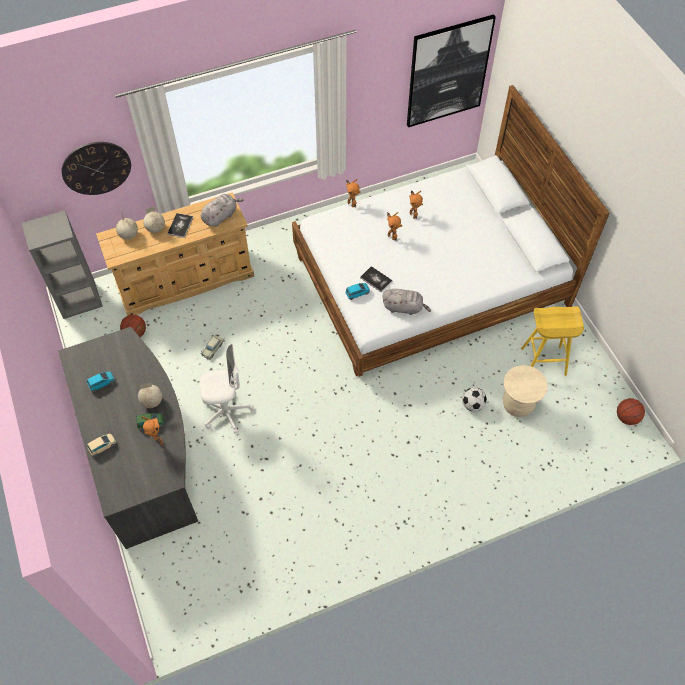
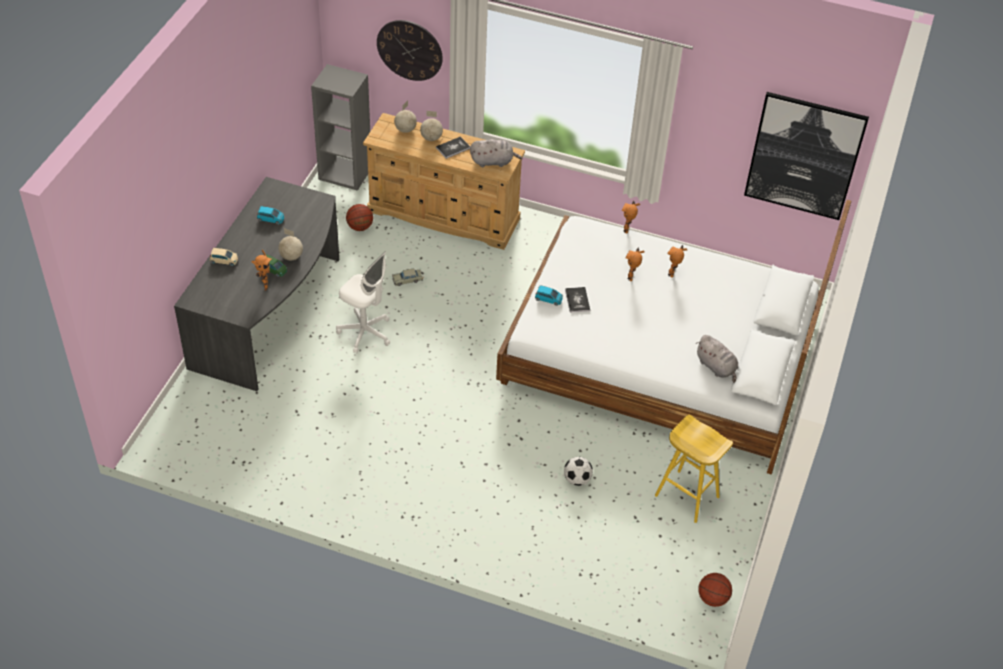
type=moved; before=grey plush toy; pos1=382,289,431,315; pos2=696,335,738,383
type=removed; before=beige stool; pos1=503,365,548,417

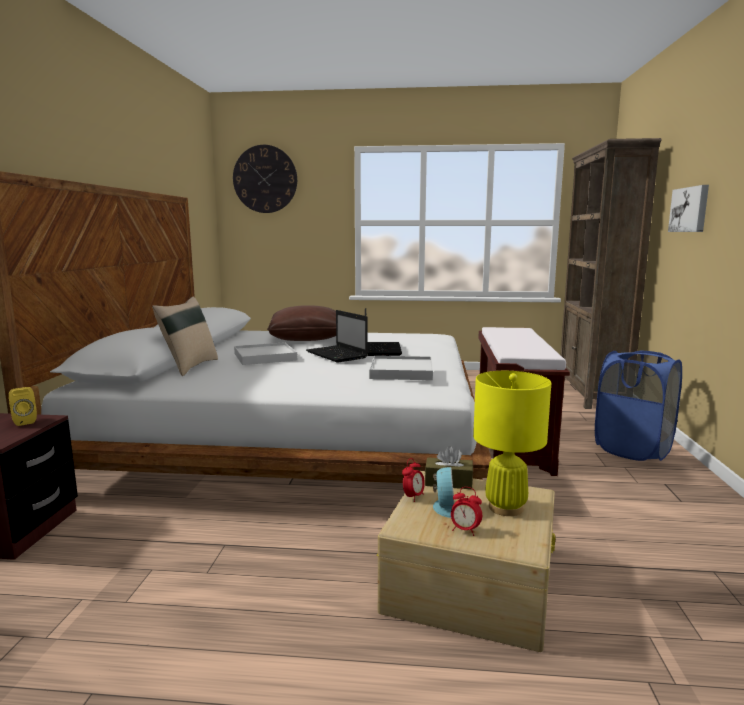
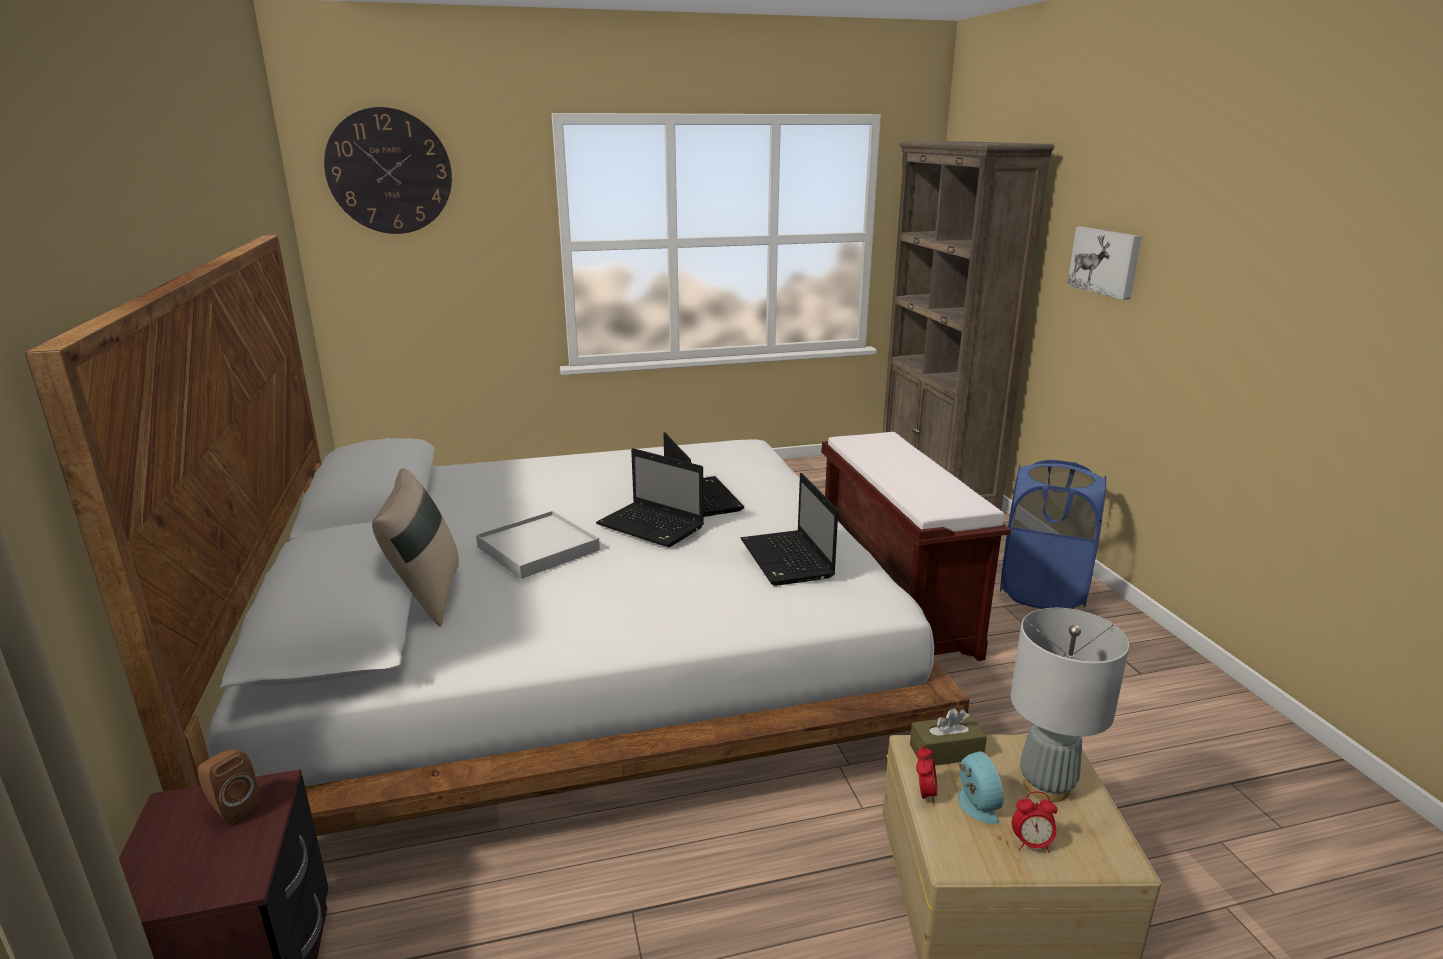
type=recoloured; before=yellow speaker; after=brown speaker; pos1=9,387,37,426; pos2=198,750,260,824
type=replaced; before=white tray; after=laptop; pos1=369,356,433,380; pos2=740,473,838,586
type=recoloured; before=yellow table lamp; after=grey table lamp; pos1=473,371,551,516; pos2=1010,608,1130,802
type=removed; before=brown pillow; pos1=267,305,336,341

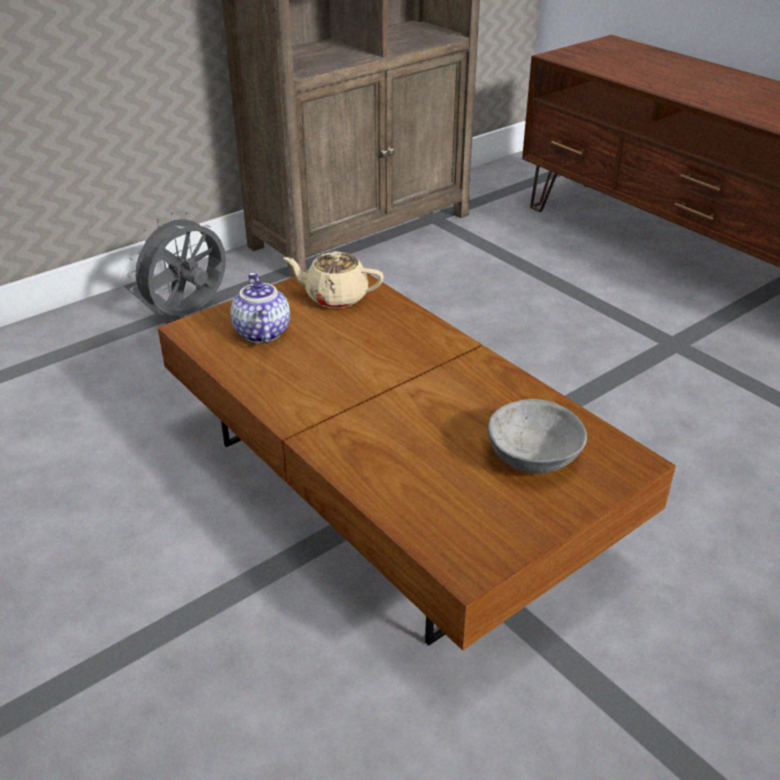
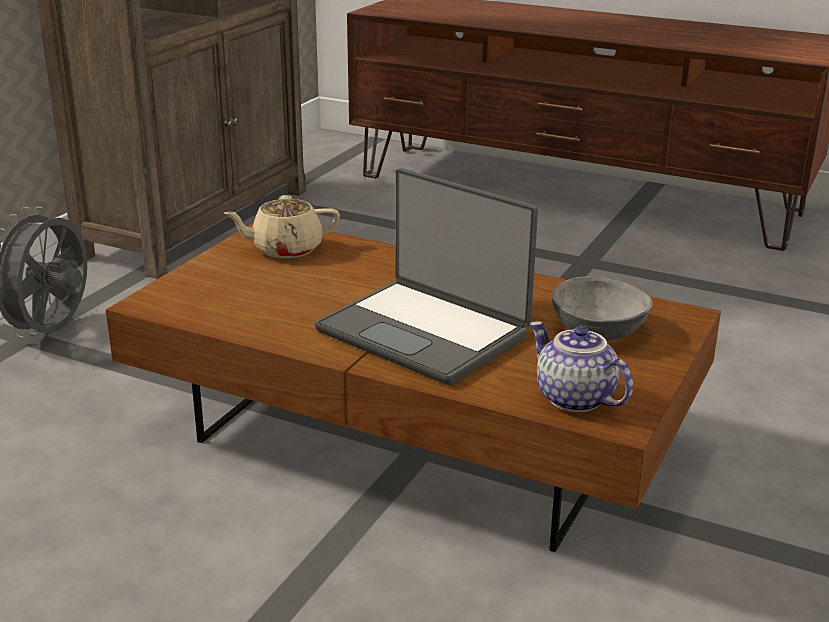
type=added; after=laptop; pos2=314,168,538,385
type=moved; before=teapot; pos1=230,273,290,343; pos2=530,321,633,412

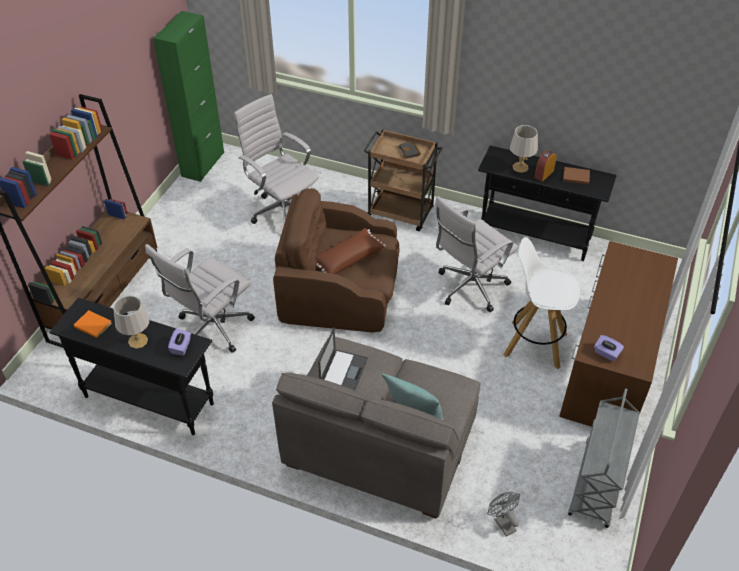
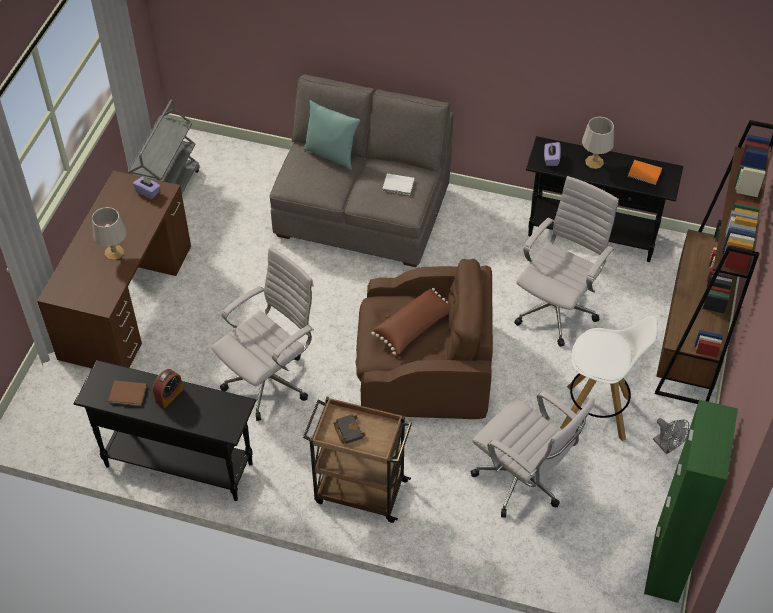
type=moved; before=grey table lamp; pos1=510,125,538,173; pos2=92,207,126,260
type=replaced; before=laptop; after=white book; pos1=318,327,368,390; pos2=382,174,414,195
type=moved; before=white stool; pos1=503,237,580,369; pos2=560,315,658,441
type=moved; before=grey fan; pos1=487,492,520,536; pos2=653,418,689,454

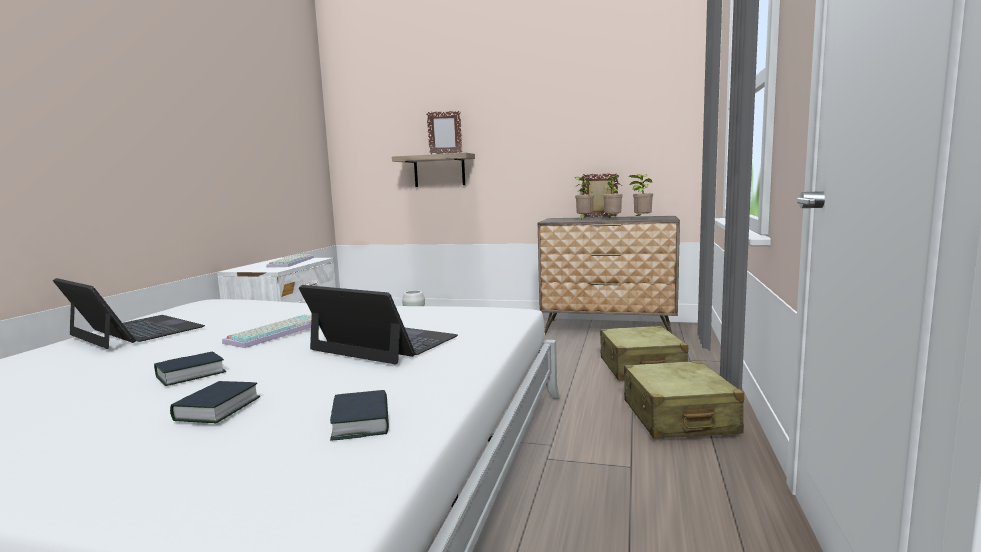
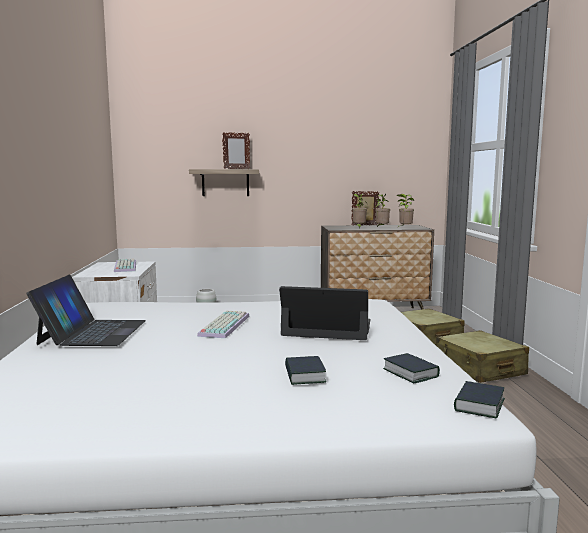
type=turned; before=laptop; pos1=52,278,205,349; pos2=26,274,146,346; turn=75
type=moved; before=book; pos1=154,351,227,386; pos2=454,381,505,418

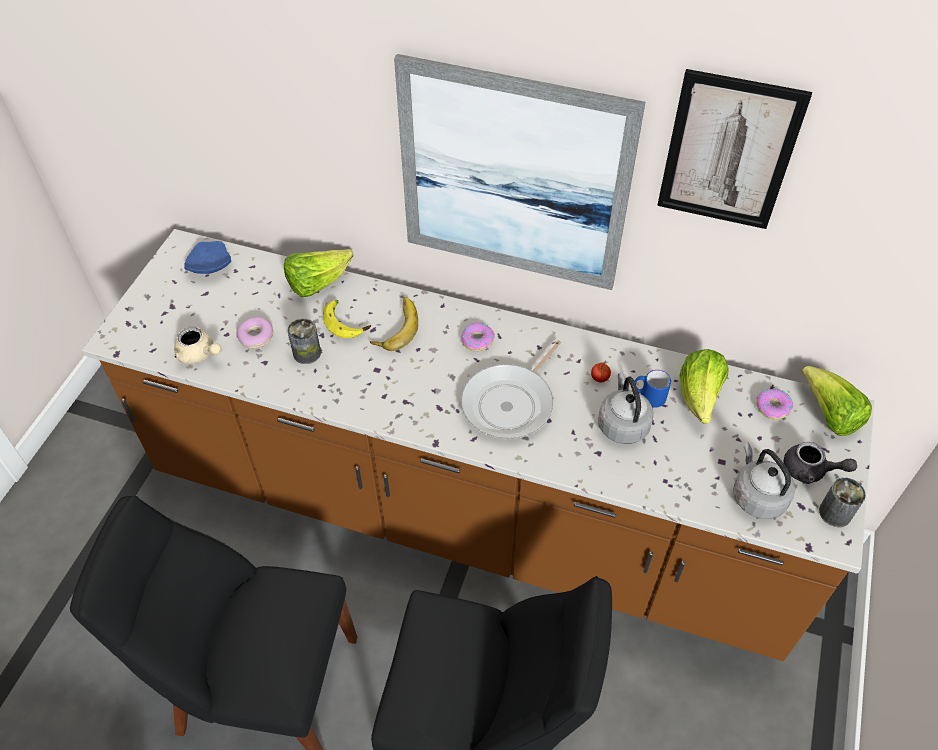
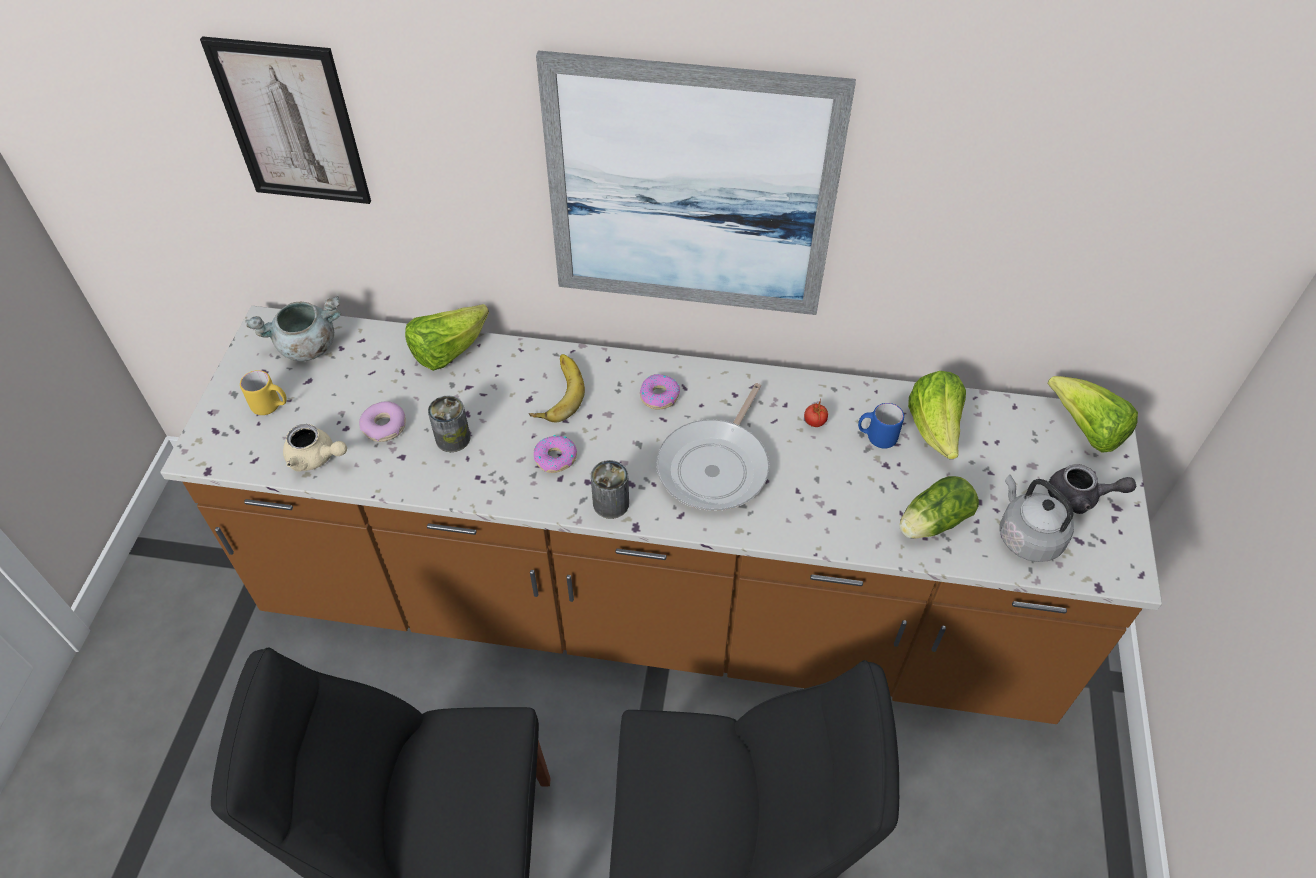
type=moved; before=picture; pos1=657,69,812,229; pos2=200,36,371,204
type=added; after=yellow mug; pos2=240,370,287,415
type=replaced; before=blue plate; after=grey cooking pot; pos1=184,241,231,274; pos2=246,296,341,361
type=moved; before=donut; pos1=756,388,793,420; pos2=534,435,577,473
type=moved; before=can; pos1=819,478,866,527; pos2=591,460,629,519
type=added; after=lettuce; pos2=899,476,979,539
type=removed; before=banana; pos1=323,300,371,338
type=removed; before=grey kettle; pos1=598,372,654,444

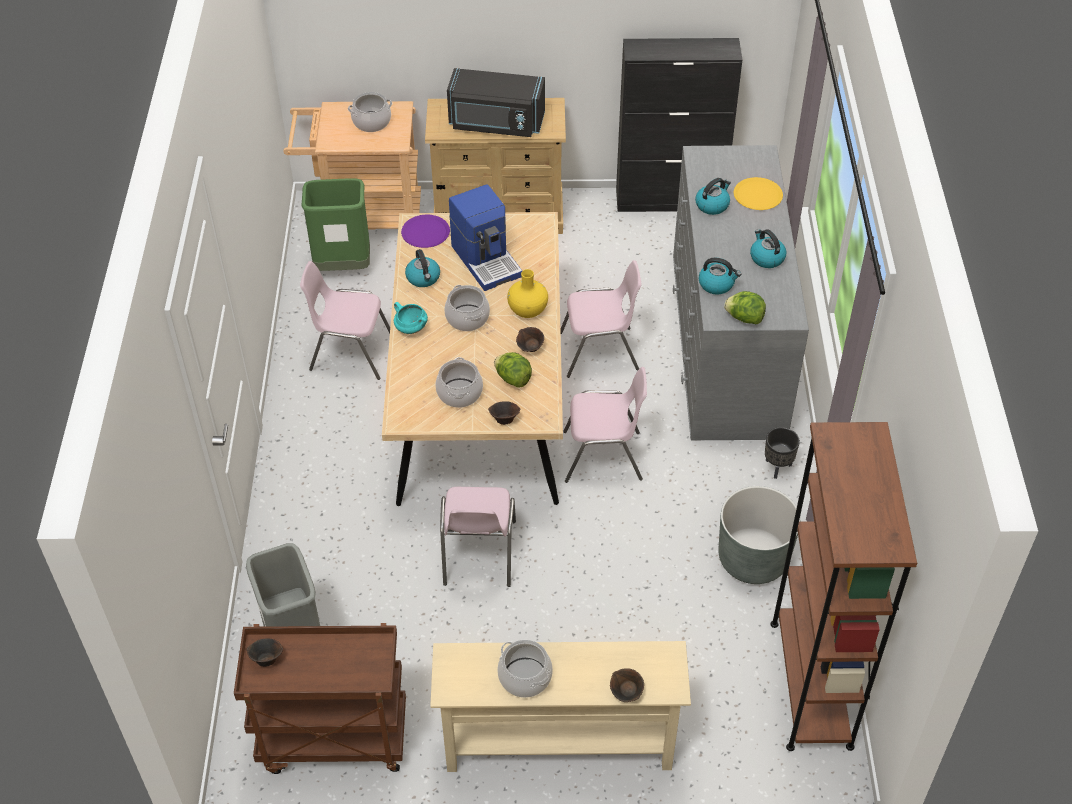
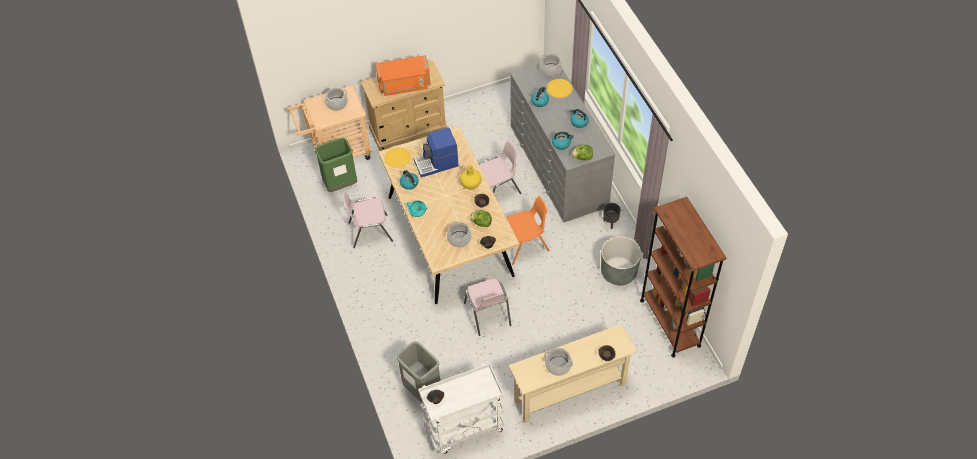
type=recoloured; before=black microwave; after=orange microwave; pos1=447,68,545,137; pos2=375,55,431,96
type=recoloured; before=purple plate; after=yellow plate; pos1=401,215,450,248; pos2=384,148,411,168
type=turned; before=coffee machine; pos1=449,184,522,291; pos2=414,128,458,177; turn=120
type=recoloured; before=brown cart; after=white cart; pos1=234,623,406,774; pos2=418,363,504,454
type=recoloured; before=pink chair; after=orange chair; pos1=563,367,647,483; pos2=507,196,550,265
type=moved; before=cooking pot; pos1=444,285,490,331; pos2=540,54,562,77
type=removed; before=black cabinet; pos1=616,38,742,212

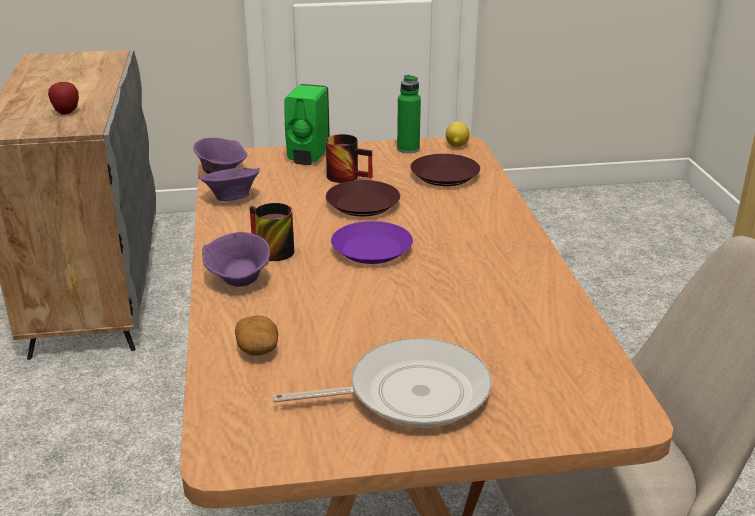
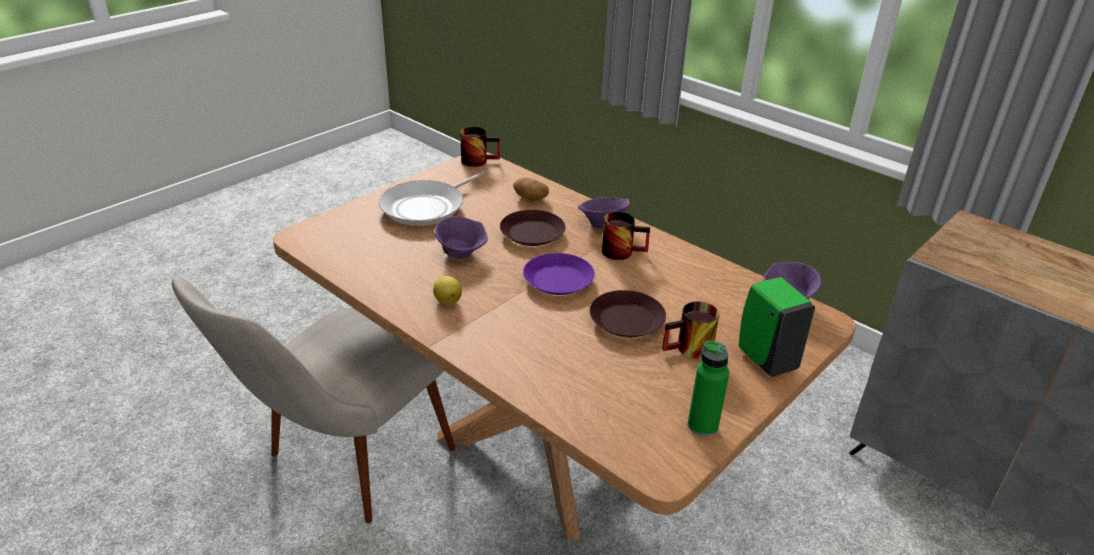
type=moved; before=lemon; pos1=446,122,470,147; pos2=433,276,462,305
type=moved; before=purple bowl; pos1=199,168,260,201; pos2=435,217,488,259
type=added; after=mug; pos2=460,127,500,167
type=moved; before=brown plate; pos1=410,154,480,186; pos2=500,210,565,246
type=removed; before=apple; pos1=48,82,79,115

